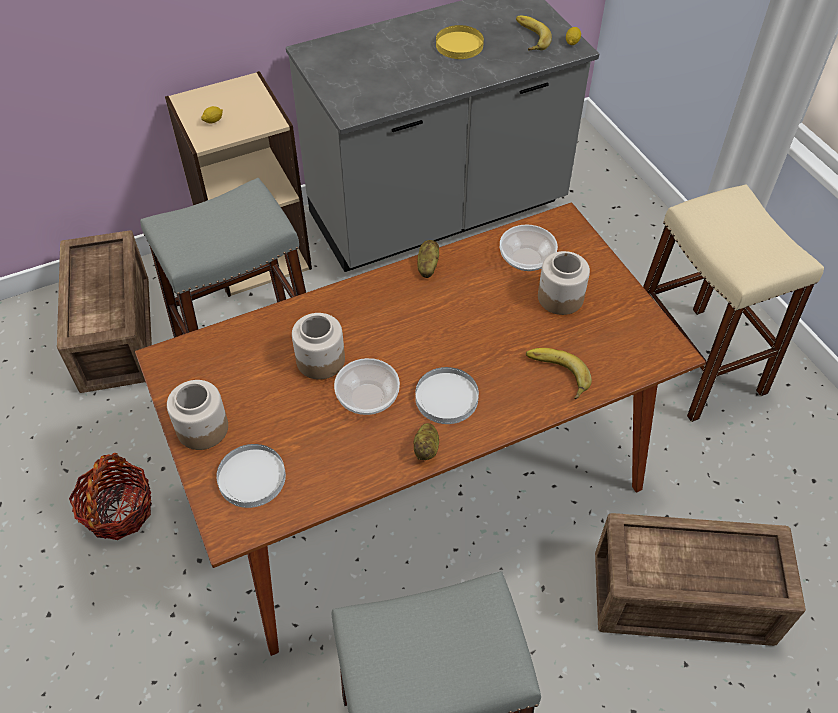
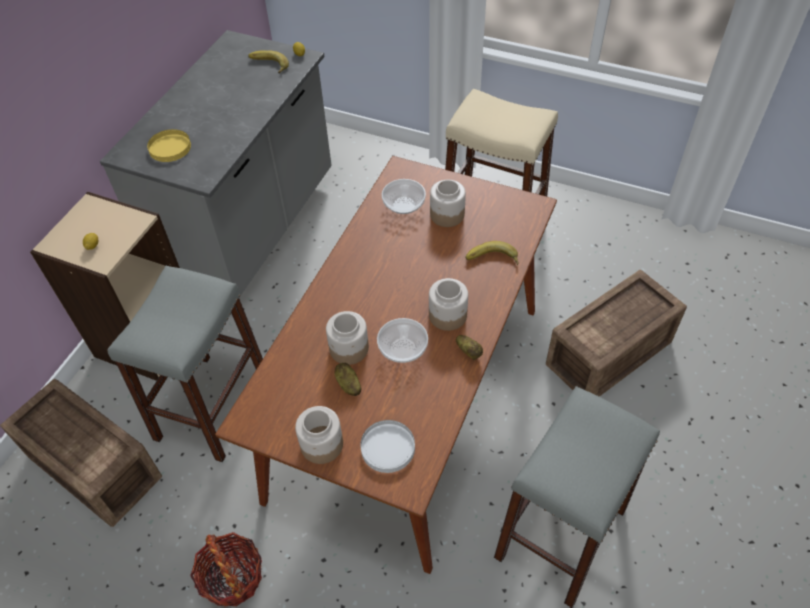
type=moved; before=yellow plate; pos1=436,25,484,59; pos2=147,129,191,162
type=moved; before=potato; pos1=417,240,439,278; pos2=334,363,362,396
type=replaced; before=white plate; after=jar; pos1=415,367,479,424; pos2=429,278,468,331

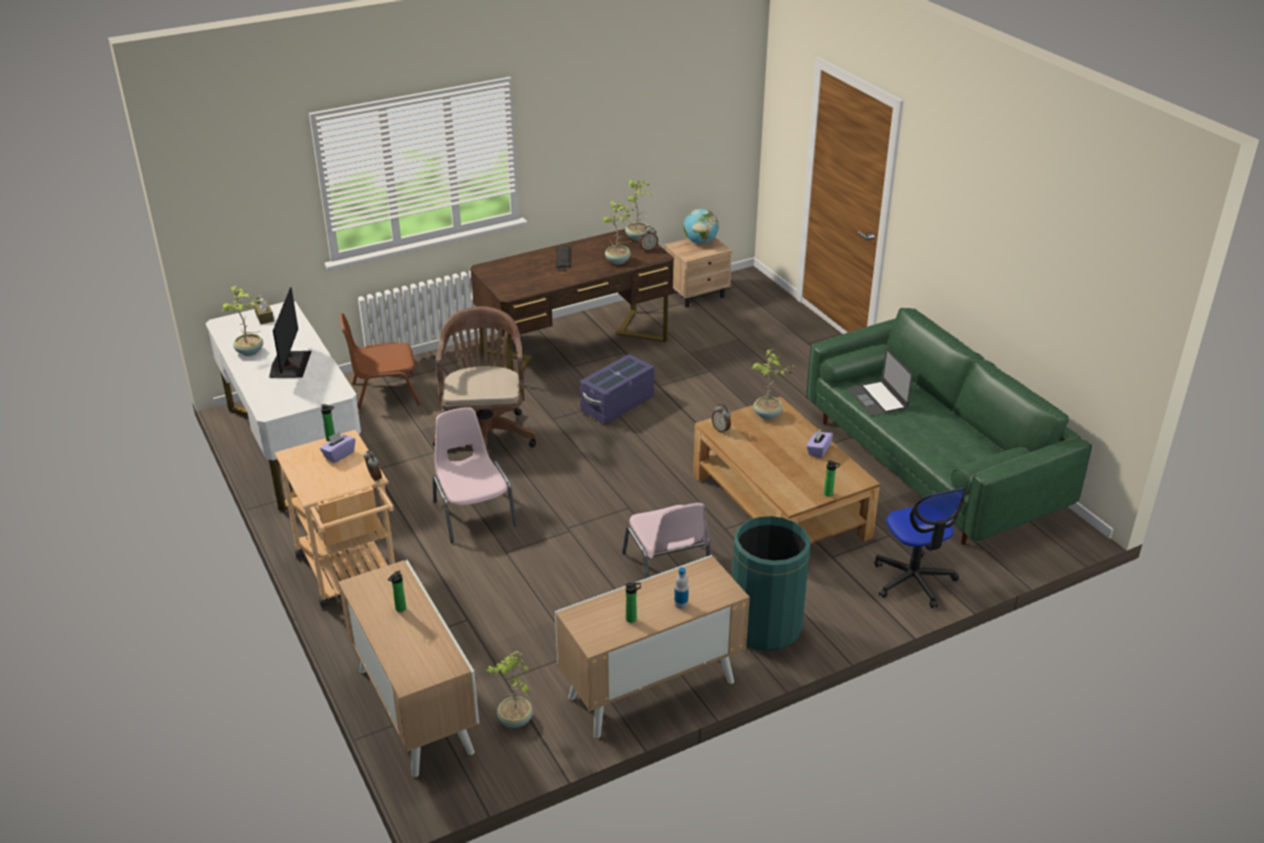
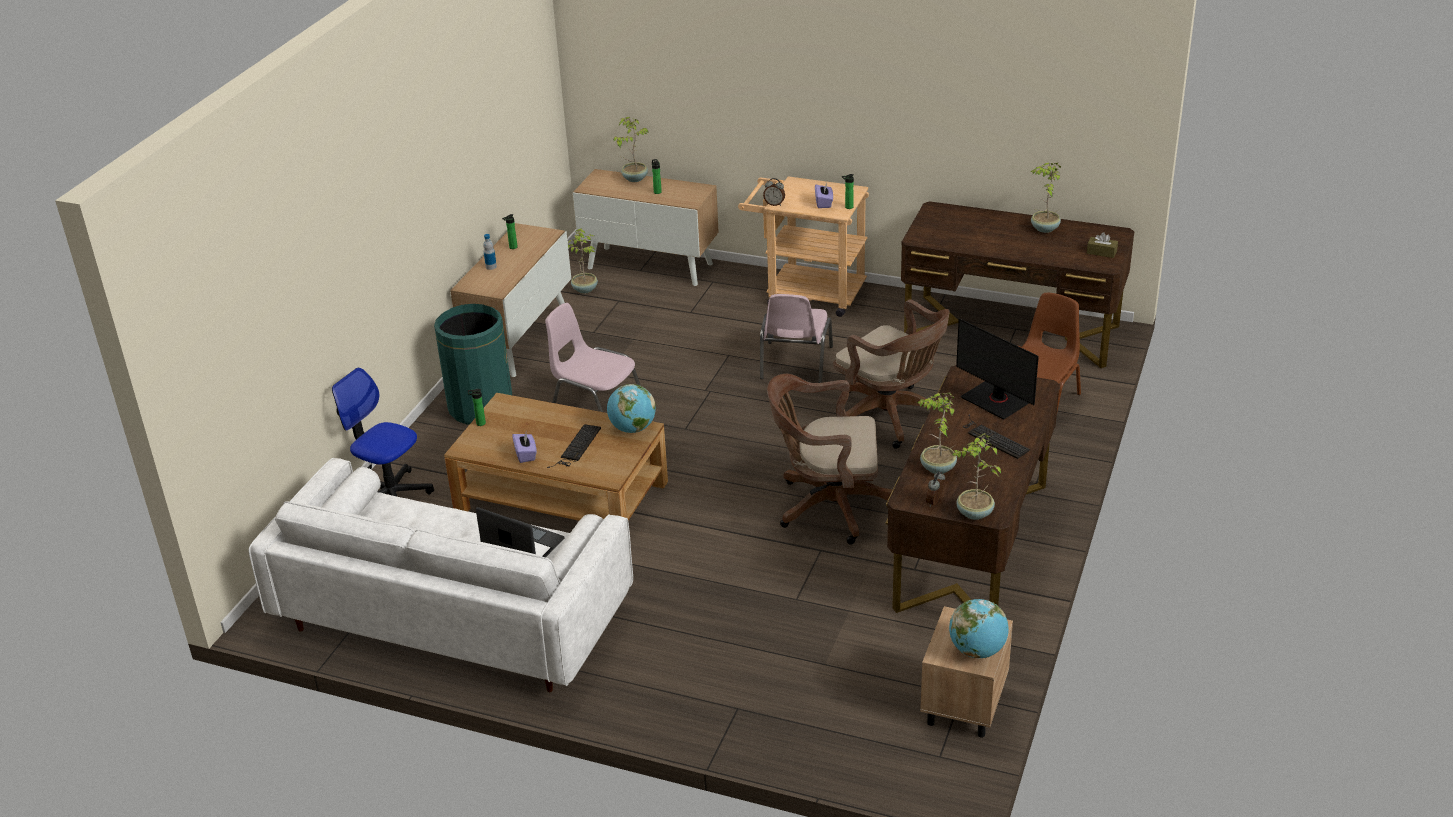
type=recoloured; before=green sofa; after=white sofa; pos1=807,308,1092,545; pos2=249,458,633,692
type=added; after=keyboard; pos2=547,424,601,468
type=replaced; before=alarm clock; after=globe; pos1=712,404,731,434; pos2=607,384,656,433
type=moved; before=potted plant; pos1=751,349,794,420; pos2=613,117,648,182
type=turned; before=pink chair; pos1=433,407,517,543; pos2=760,294,833,383; turn=75
type=replaced; before=purple storage box; after=brown office chair; pos1=580,354,654,424; pos2=767,374,893,545
type=recoloured; before=white desk; after=brown desk; pos1=206,302,361,512; pos2=901,201,1134,368
type=moved; before=monitor; pos1=269,287,312,378; pos2=956,318,1039,420

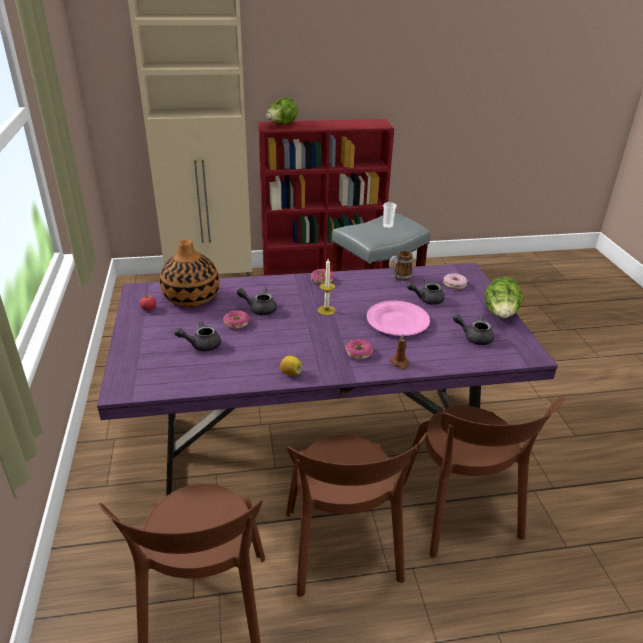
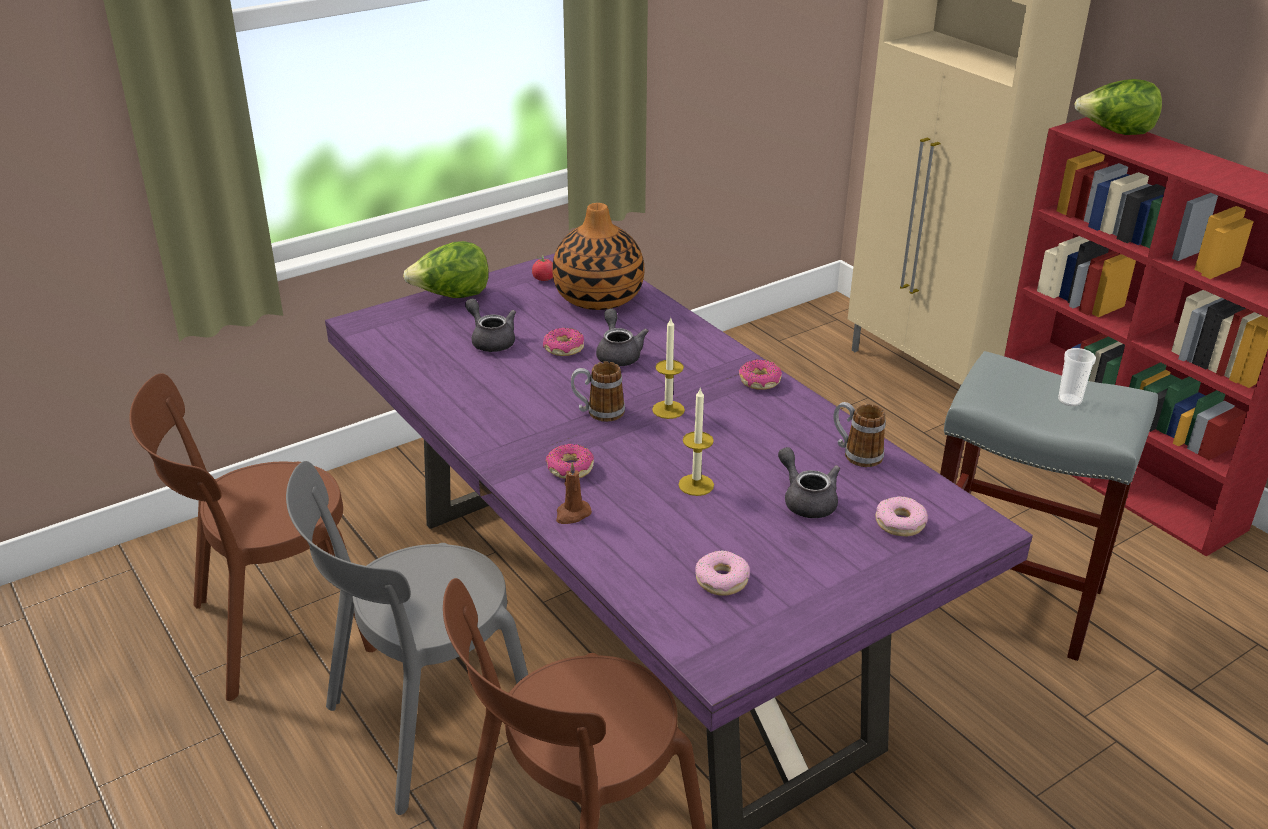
type=recoloured; before=brown chair; after=grey chair; pos1=286,432,427,597; pos2=286,461,528,815
type=moved; before=lettuce; pos1=485,277,523,318; pos2=403,241,488,298
type=added; after=mug; pos2=571,361,625,422
type=replaced; before=pink plate; after=candle; pos1=367,301,430,336; pos2=679,387,714,496
type=replaced; before=grey teapot; after=donut; pos1=453,314,494,345; pos2=695,550,750,596
type=removed; before=lemon; pos1=280,356,302,376

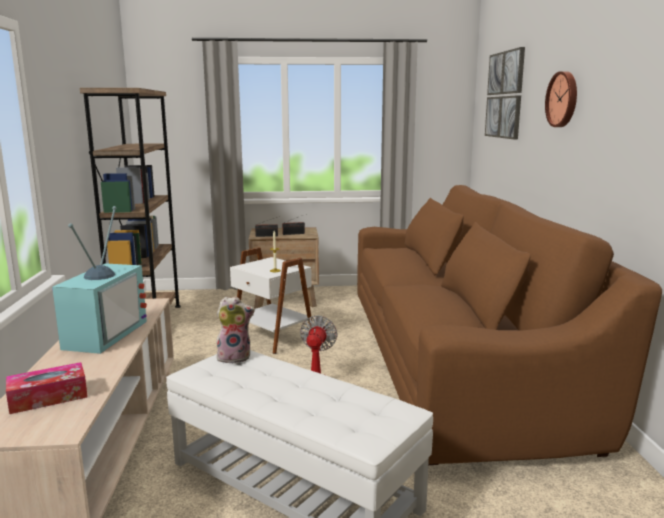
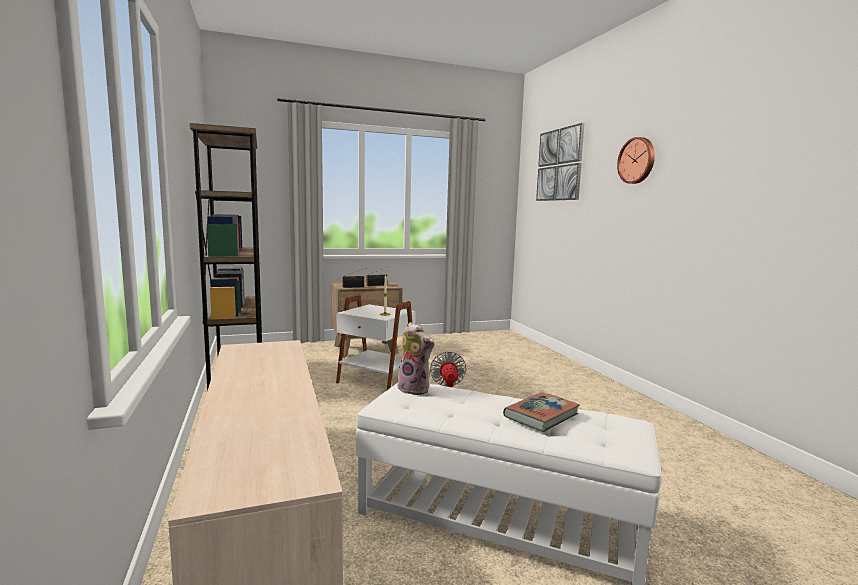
type=turned; before=plush toy; pos1=216,296,255,363; pos2=397,322,434,395; turn=60
type=added; after=book; pos2=503,392,580,432
type=removed; before=tissue box; pos1=6,362,88,414
type=removed; before=television; pos1=52,206,147,354
type=removed; before=brown sofa; pos1=357,185,662,465

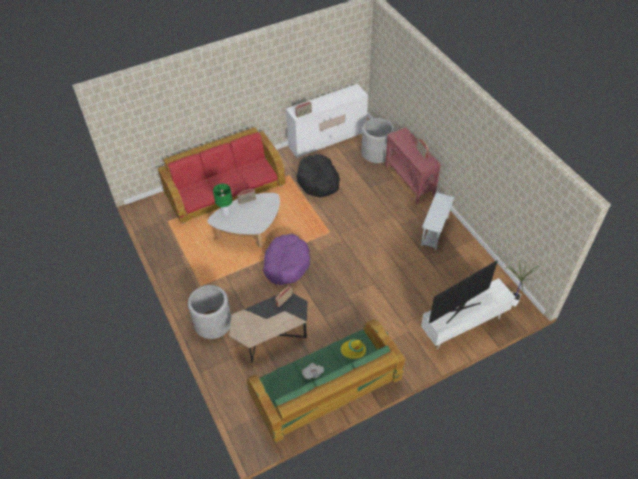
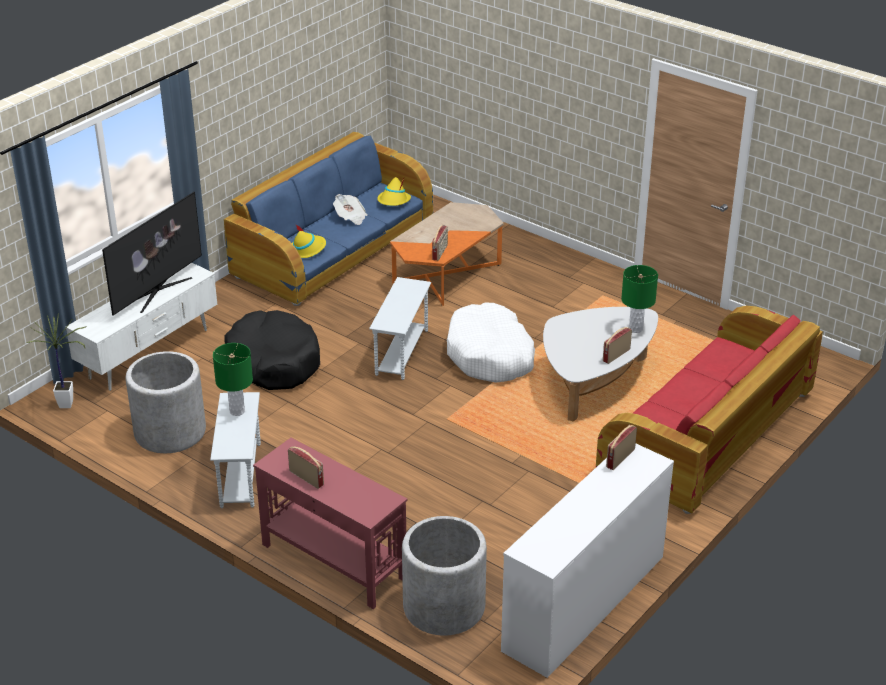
type=moved; before=grey planter; pos1=188,285,231,339; pos2=126,351,206,453
type=added; after=green table lamp; pos2=213,343,253,416
type=recoloured; before=green sofa; after=blue sofa; pos1=247,319,405,443; pos2=224,132,433,306
type=moved; before=black dog bed; pos1=297,154,340,197; pos2=224,310,320,390
type=added; after=white side table; pos2=369,277,431,380
type=added; after=yellow hat; pos2=377,177,411,206
type=recoloured; before=black coffee table; after=orange coffee table; pos1=229,293,307,363; pos2=390,202,504,306
type=recoloured; before=purple dog bed; after=white dog bed; pos1=263,234,311,285; pos2=447,302,535,383

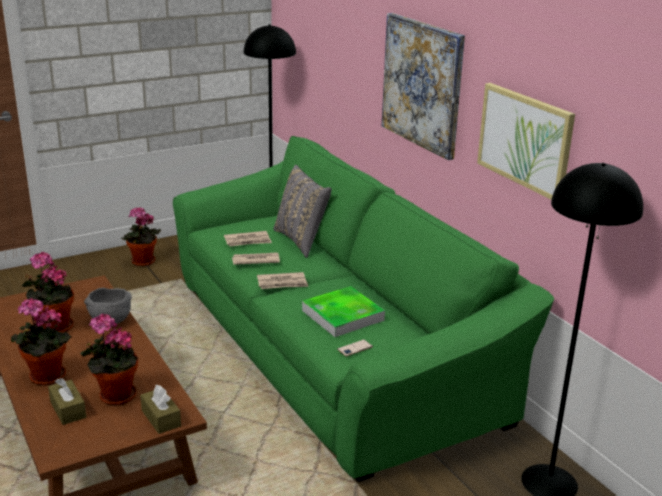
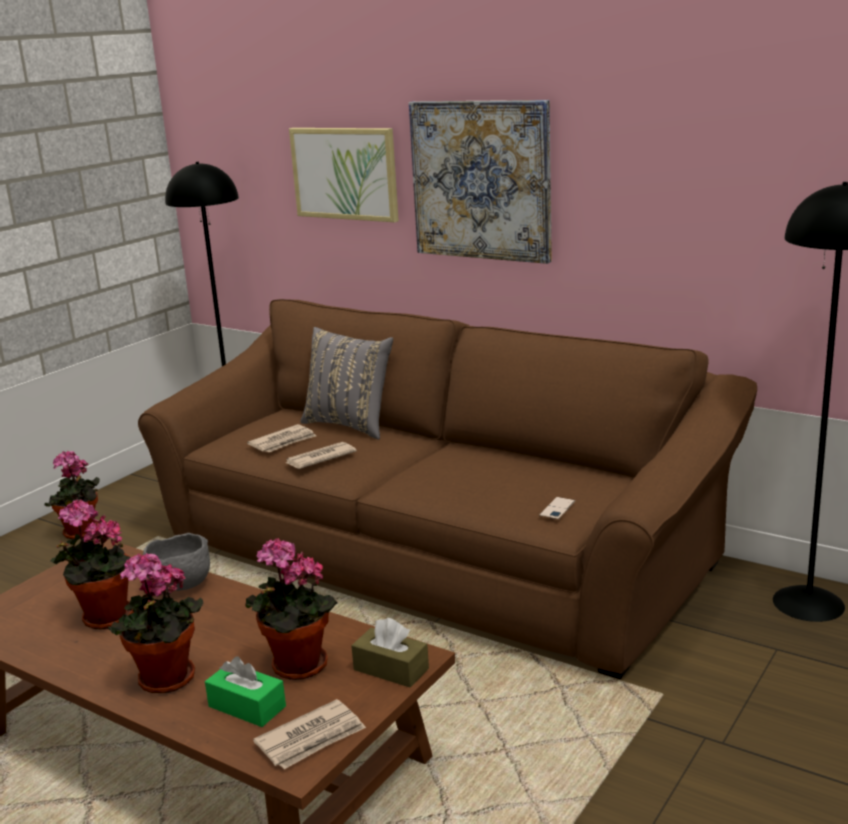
type=recoloured; before=green sofa; after=brown sofa; pos1=173,136,554,482; pos2=138,299,757,679
type=recoloured; before=brown tissue box; after=green tissue box; pos1=48,378,86,425; pos2=205,656,286,727
type=moved; before=newspaper; pos1=257,272,308,289; pos2=253,699,366,769
type=moved; before=picture; pos1=477,83,575,200; pos2=289,128,399,222
type=removed; before=tray; pos1=302,286,385,337

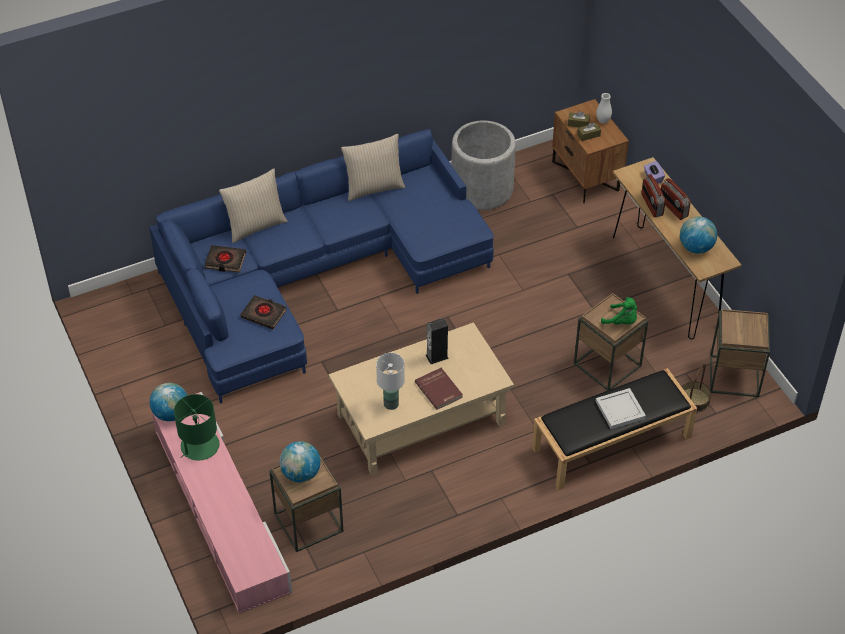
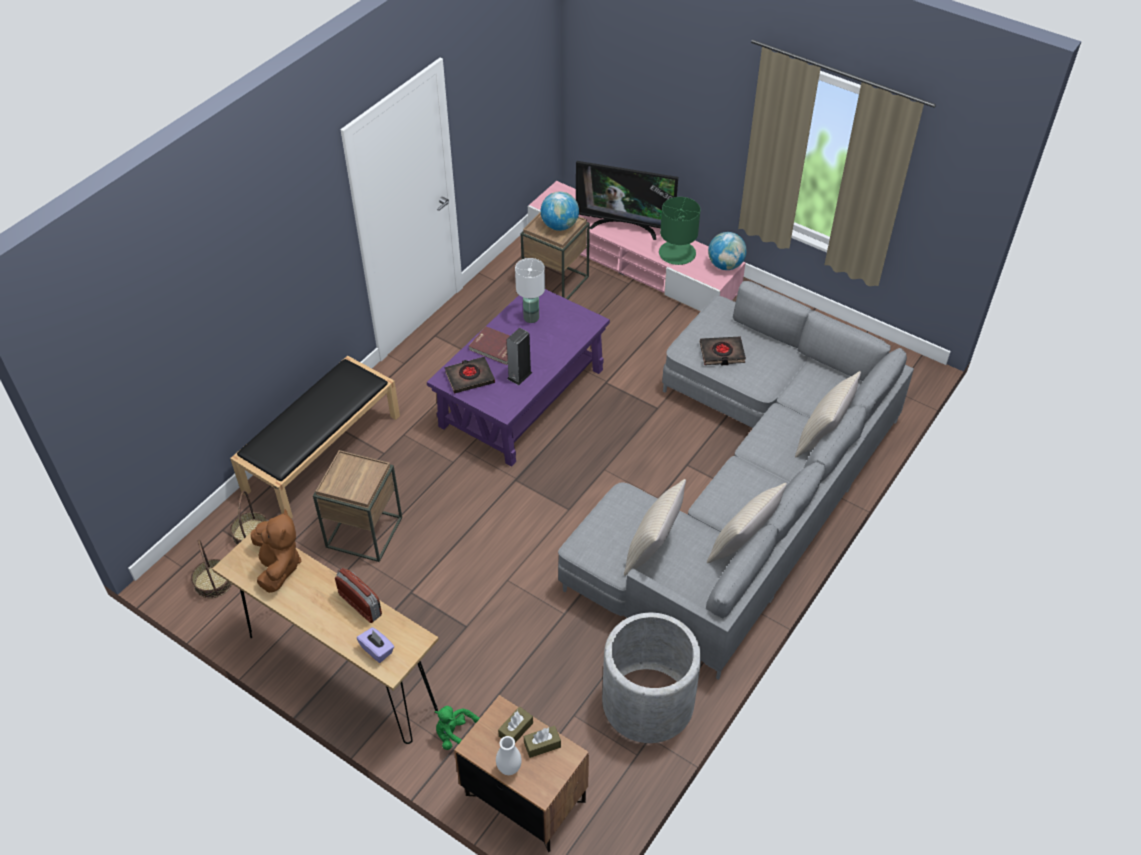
type=replaced; before=brown side table; after=basket; pos1=710,309,770,397; pos2=191,540,232,598
type=replaced; before=globe; after=brown plush toy; pos1=680,216,717,254; pos2=251,509,301,593
type=recoloured; before=beige coffee table; after=purple coffee table; pos1=329,322,514,475; pos2=427,289,610,467
type=moved; before=green plush toy; pos1=601,297,637,325; pos2=435,706,480,750
type=moved; before=black book; pos1=204,245,246,273; pos2=445,357,495,393
type=recoloured; before=blue sofa; after=grey sofa; pos1=149,129,494,404; pos2=558,281,914,680
type=added; after=television; pos2=576,161,678,240
type=added; after=beige pillow; pos2=624,479,686,576
type=removed; before=white tray; pos1=595,388,646,429
type=removed; before=radio; pos1=661,178,691,220

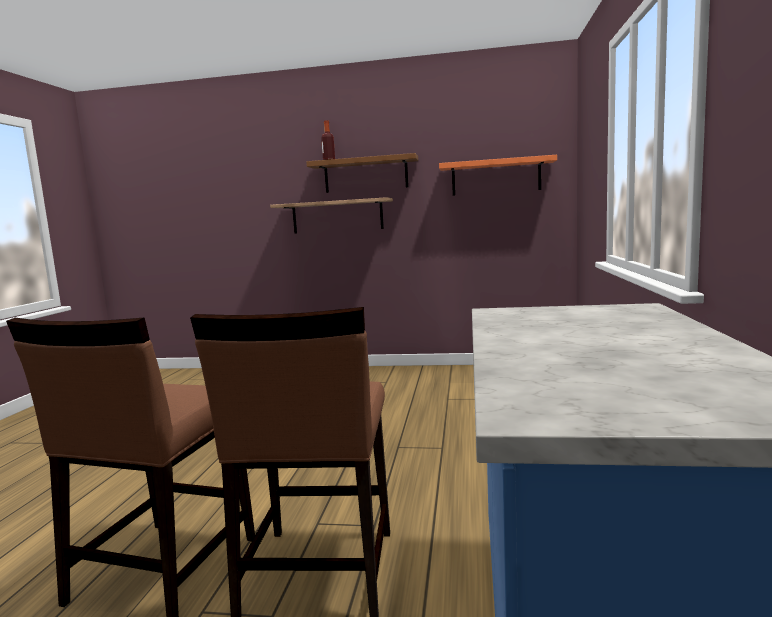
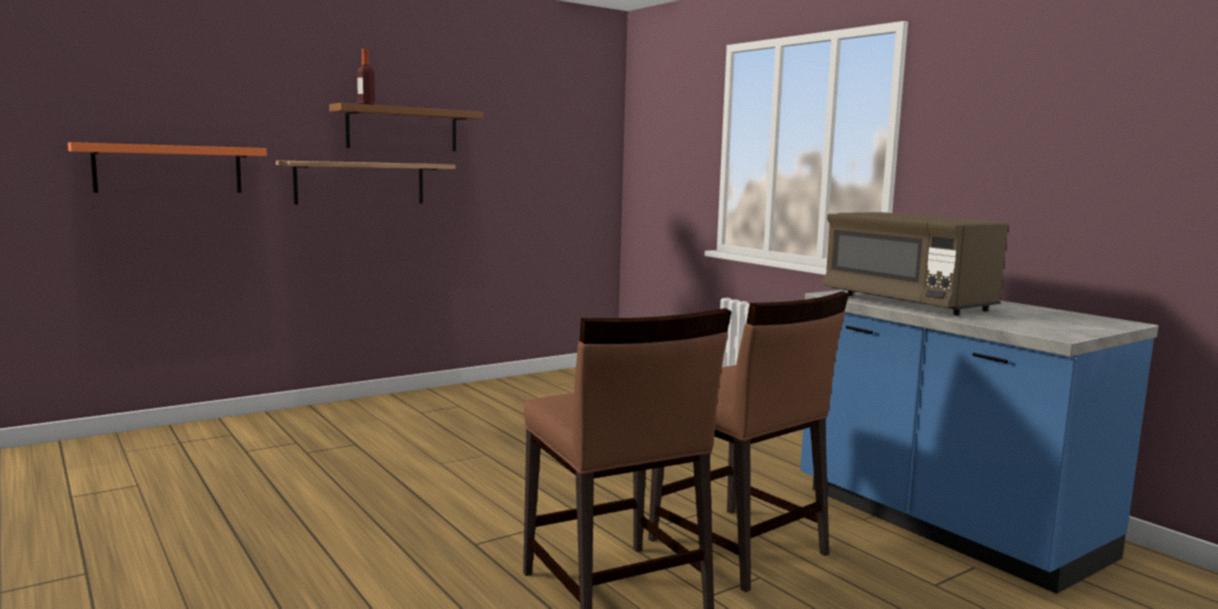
type=moved; before=orange shelf; pos1=439,155,557,195; pos2=68,142,267,193
type=added; after=brown microwave; pos2=823,212,1008,315

